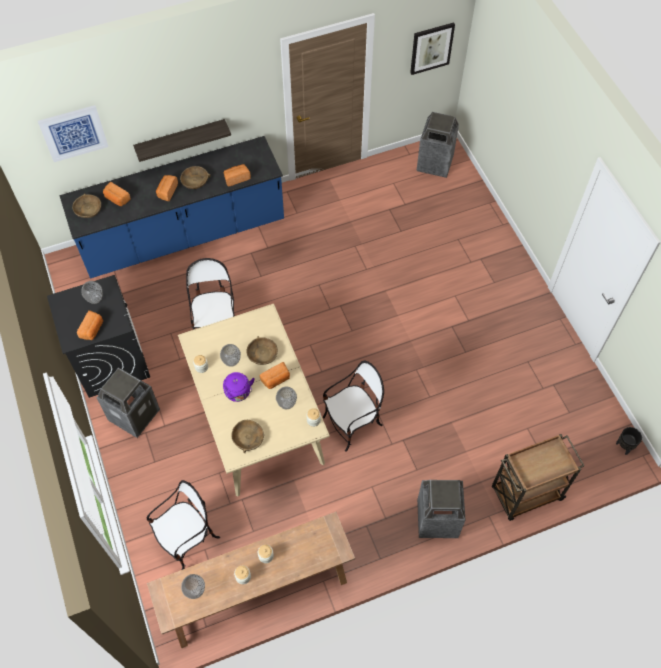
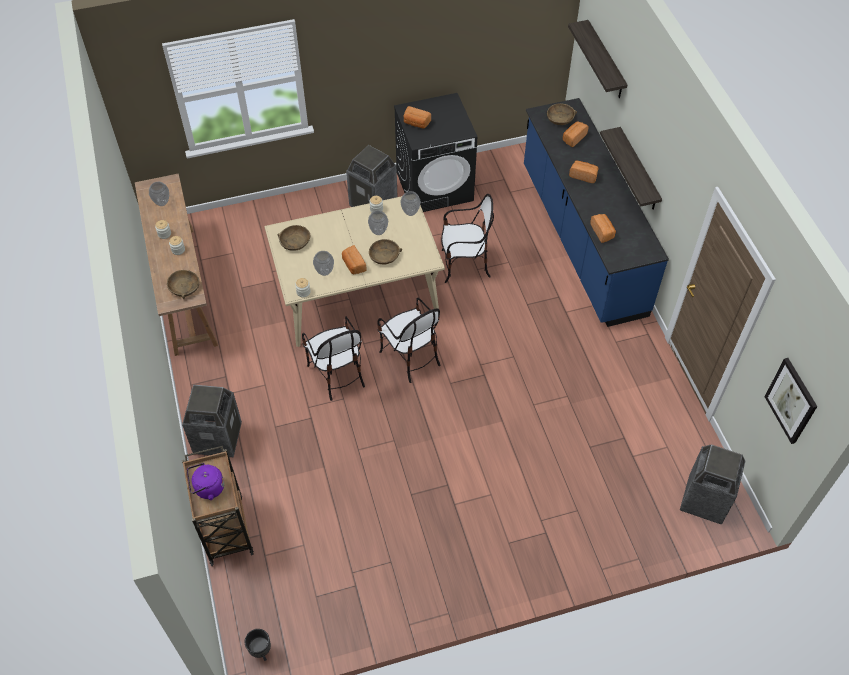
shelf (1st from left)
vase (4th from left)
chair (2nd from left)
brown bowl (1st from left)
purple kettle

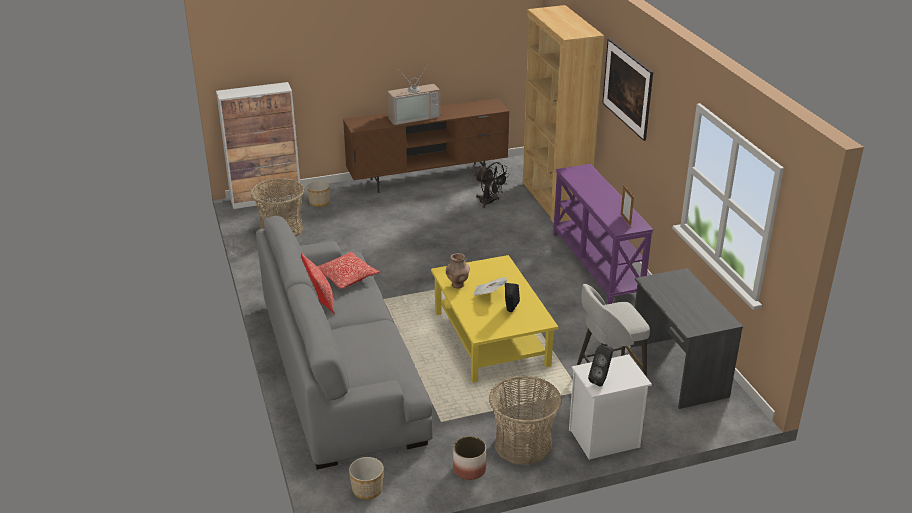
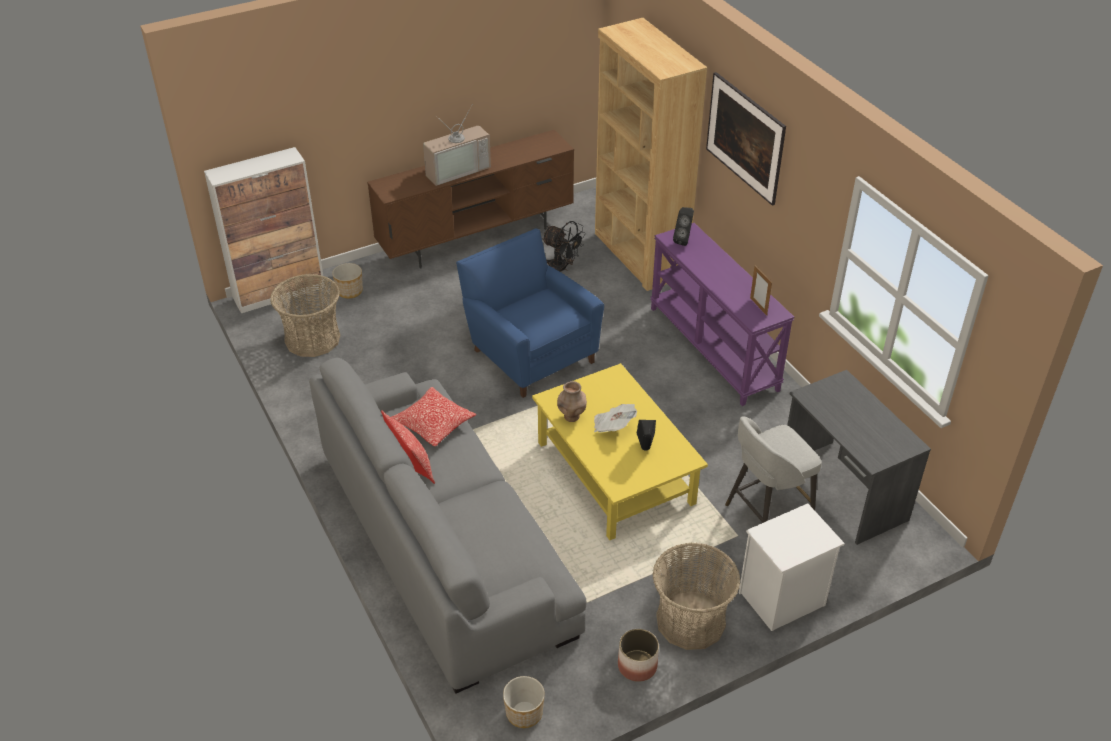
black speaker (2nd from left)
blue armchair

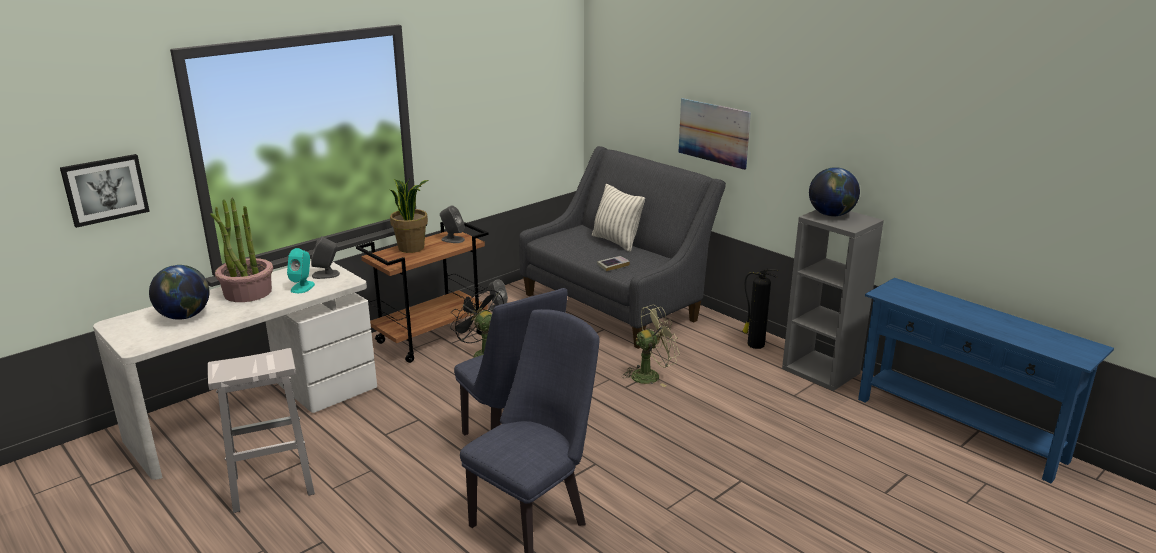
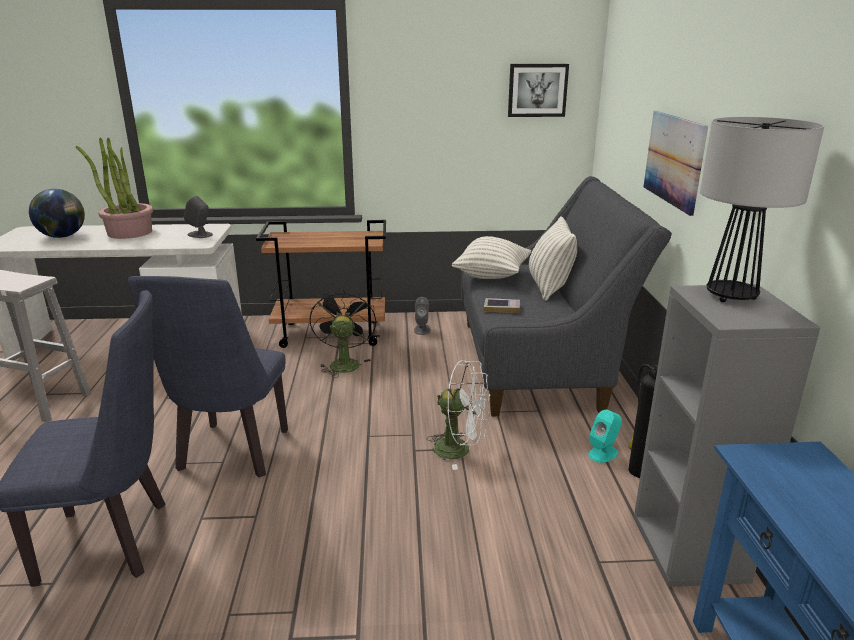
picture (1st from left)
turquoise speaker
potted plant (2nd from left in the first image)
grey speaker (2nd from left in the first image)
white fan
table lamp
pillow (1st from left)

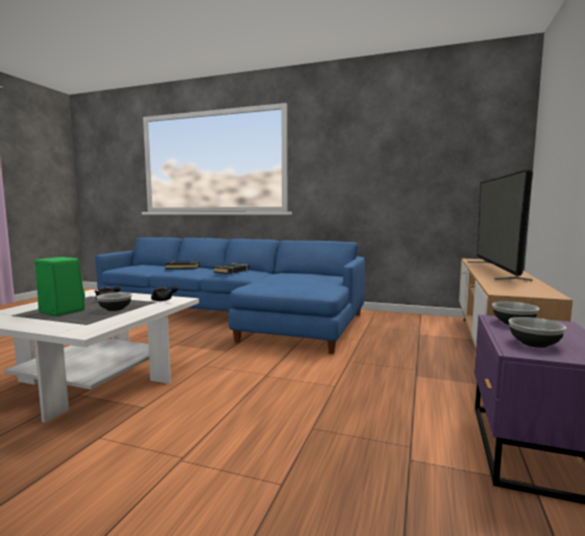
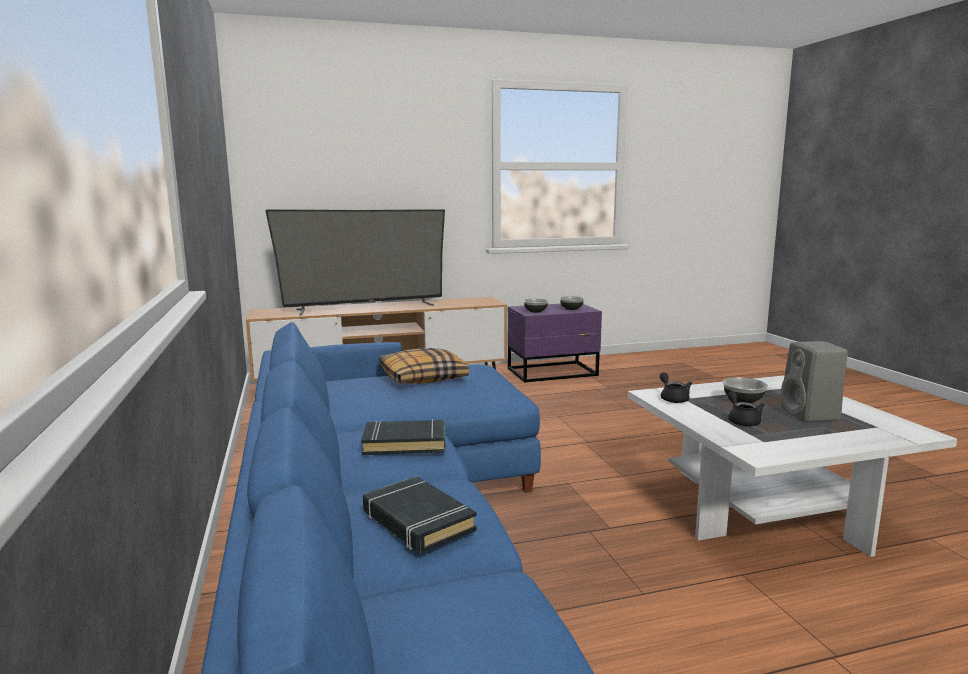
grey speaker
pillow

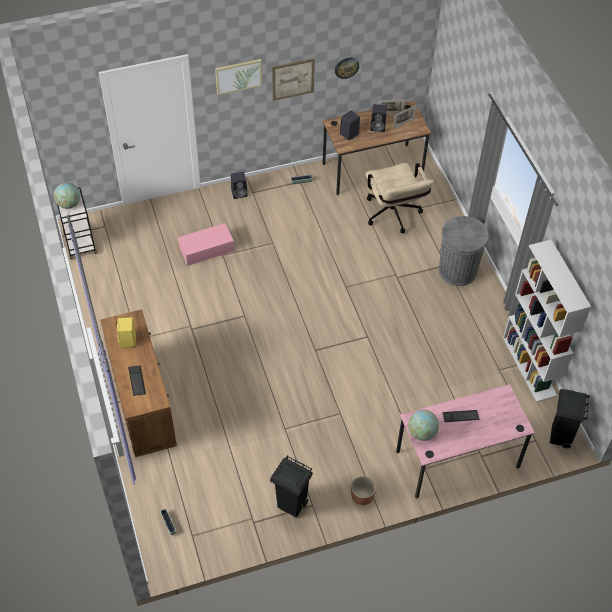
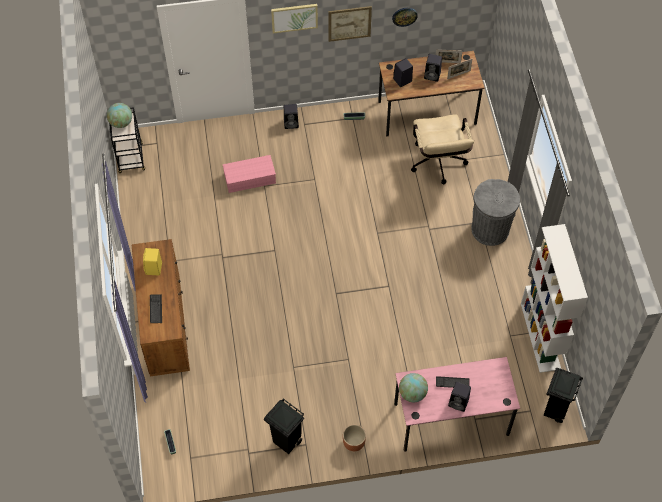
black speaker (4th from left)

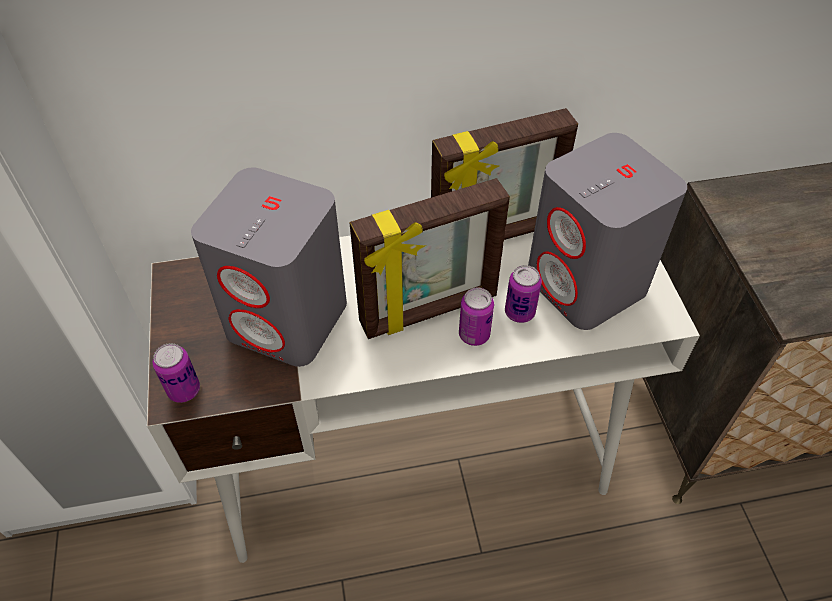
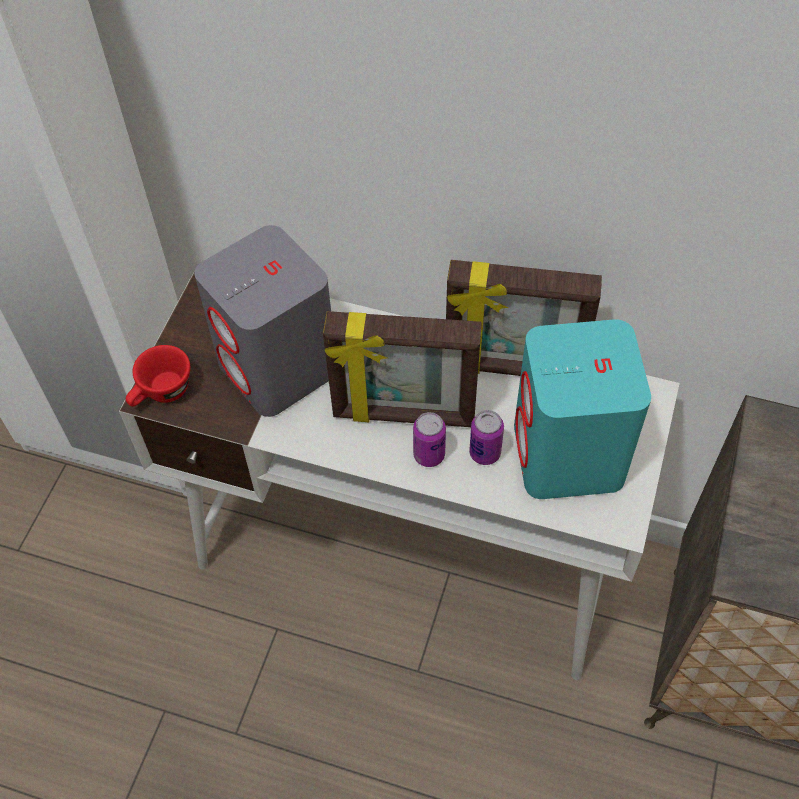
red cup
turquoise speaker

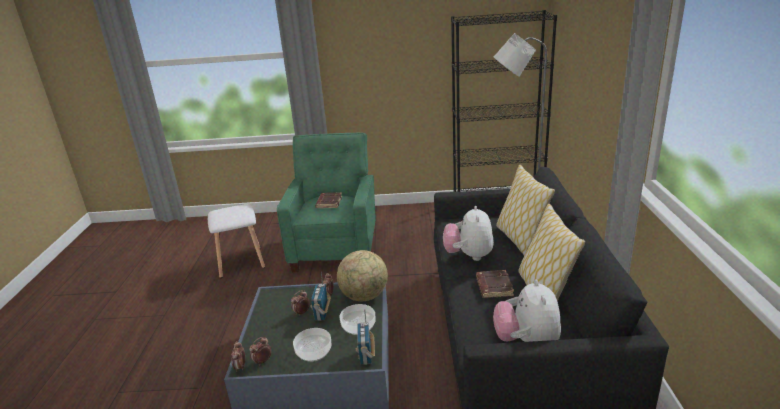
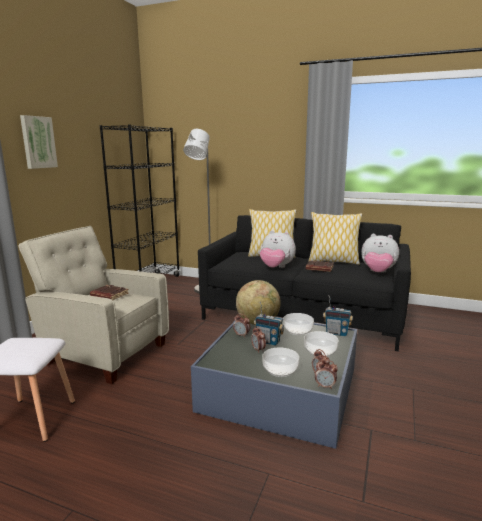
beige armchair
picture
bowl (1st from left)

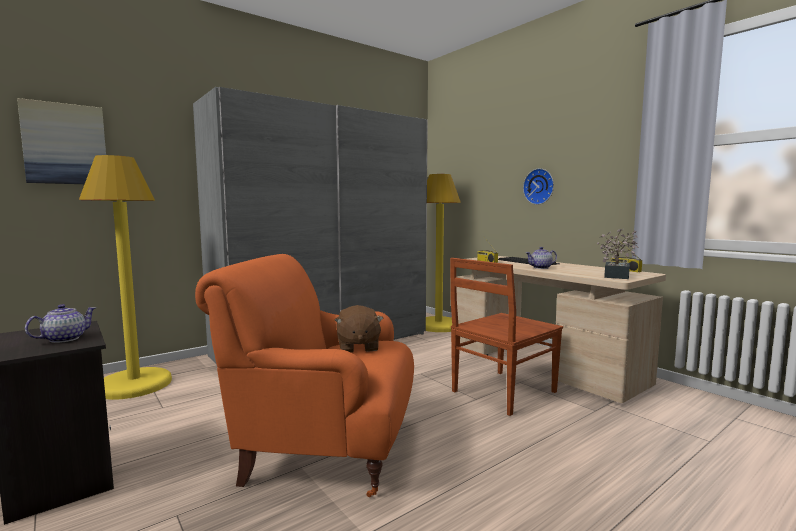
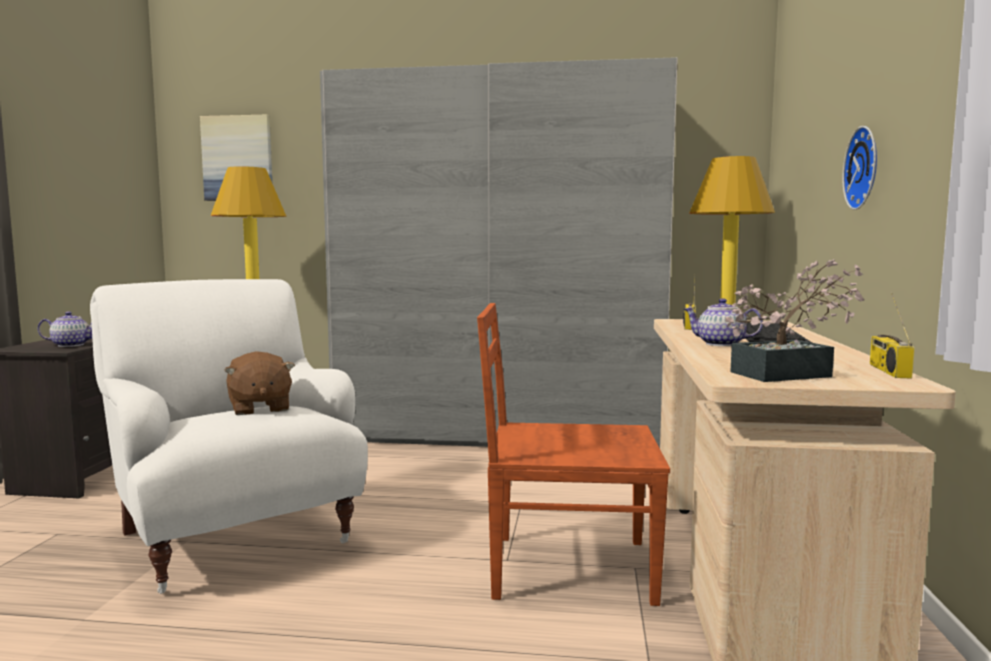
white armchair
brown plush toy

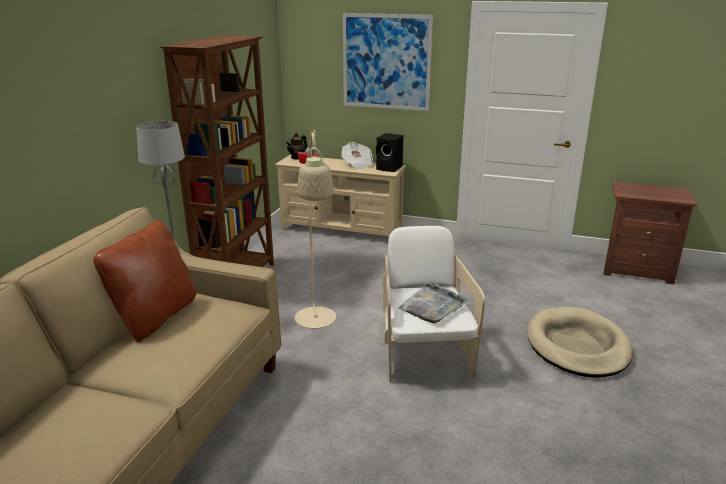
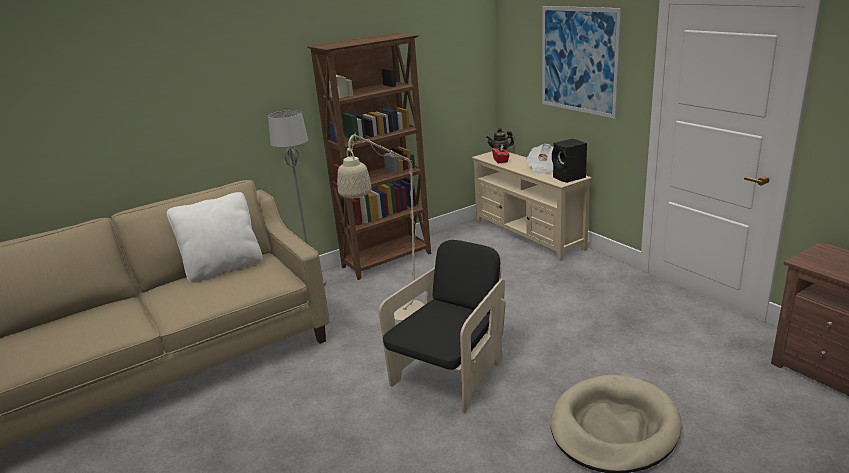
white pillow
black armchair
grey tray

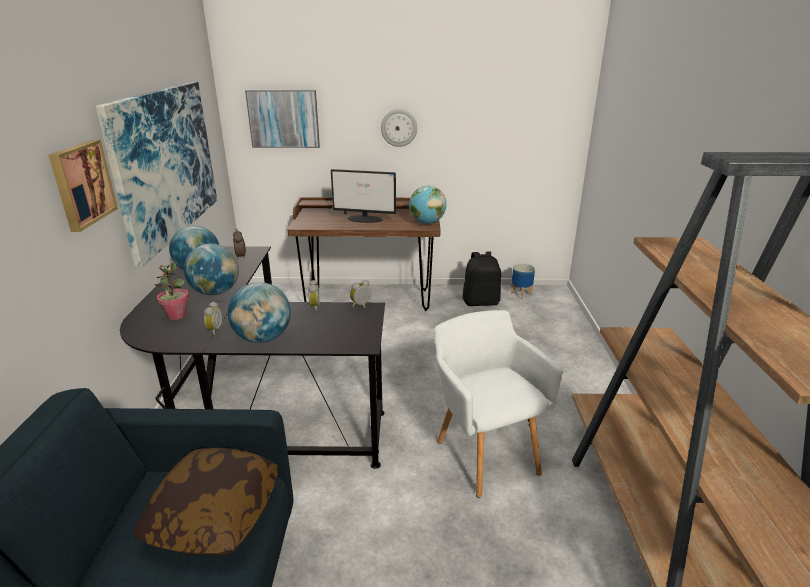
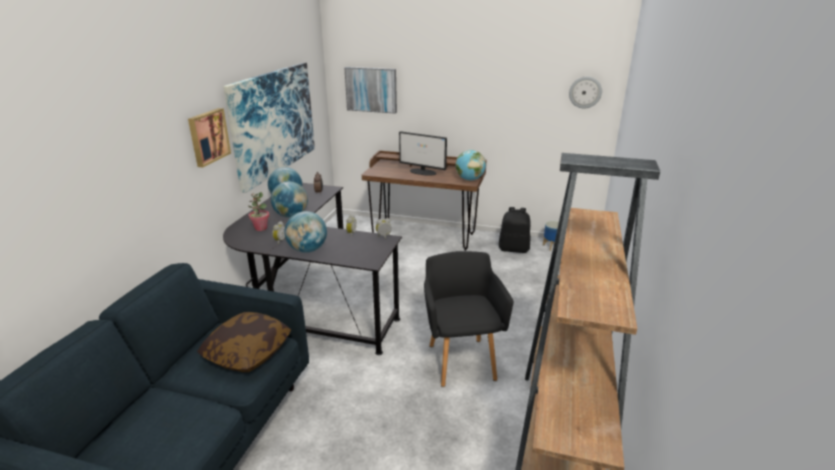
wall clock
black armchair

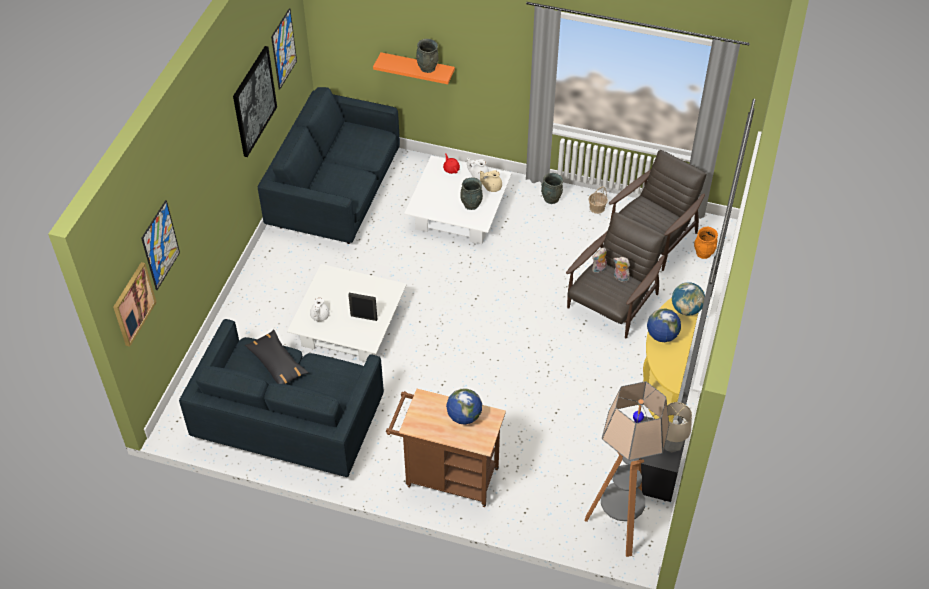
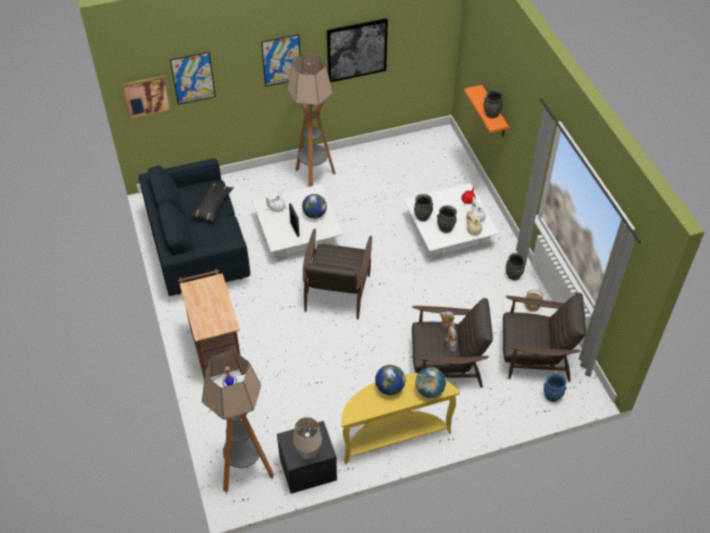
blue sofa (2nd from left in the first image)
picture (3rd from left)
globe (1st from left)
blue vase
floor lamp (2nd from left)
brown armchair (1st from left)
grey vase (1st from left)

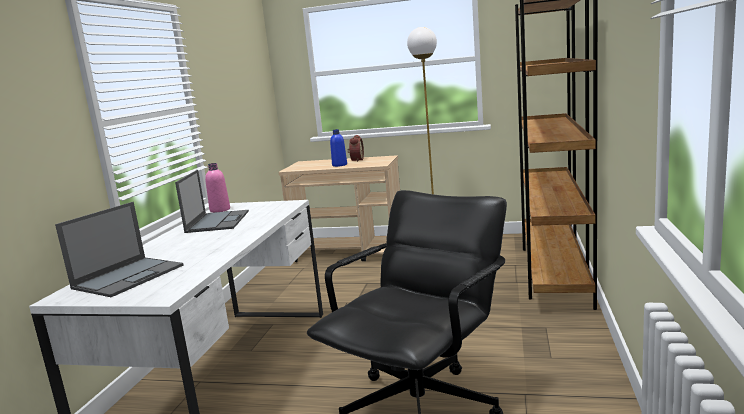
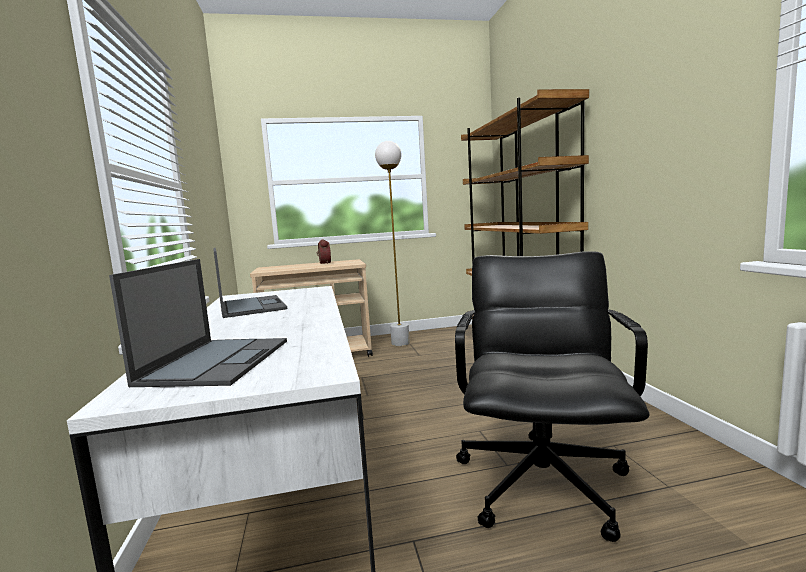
pink bottle
blue bottle

